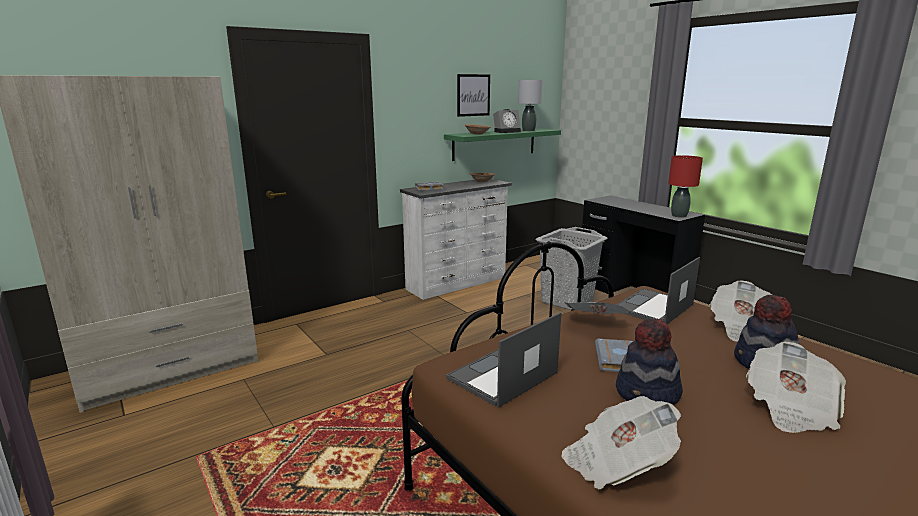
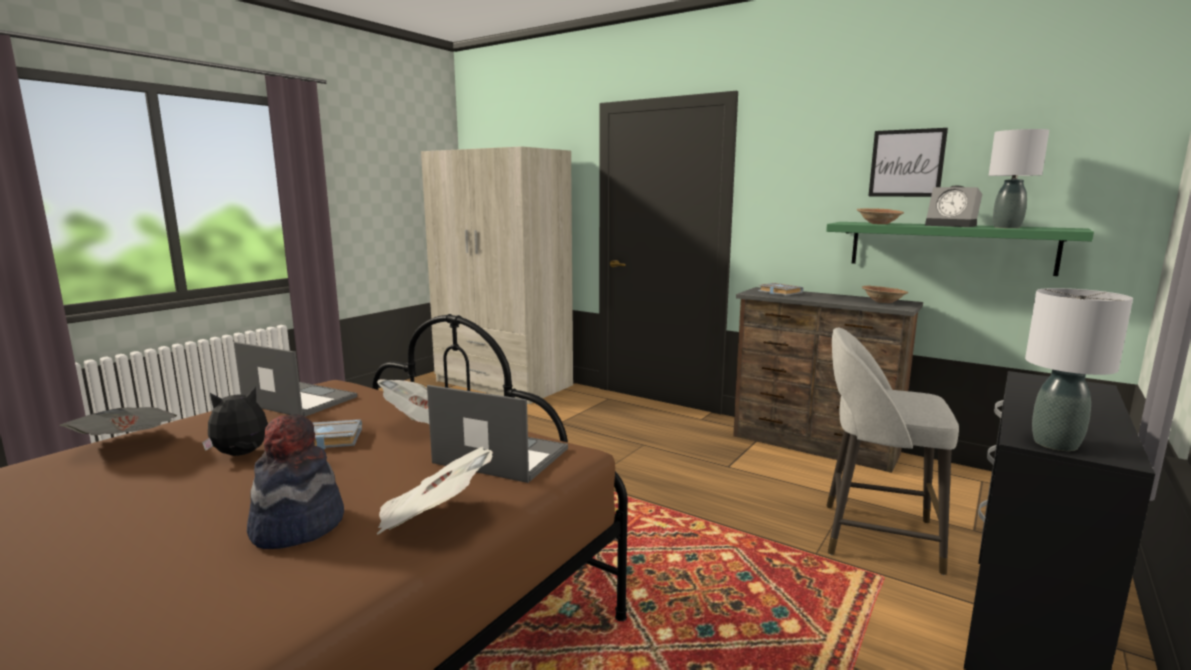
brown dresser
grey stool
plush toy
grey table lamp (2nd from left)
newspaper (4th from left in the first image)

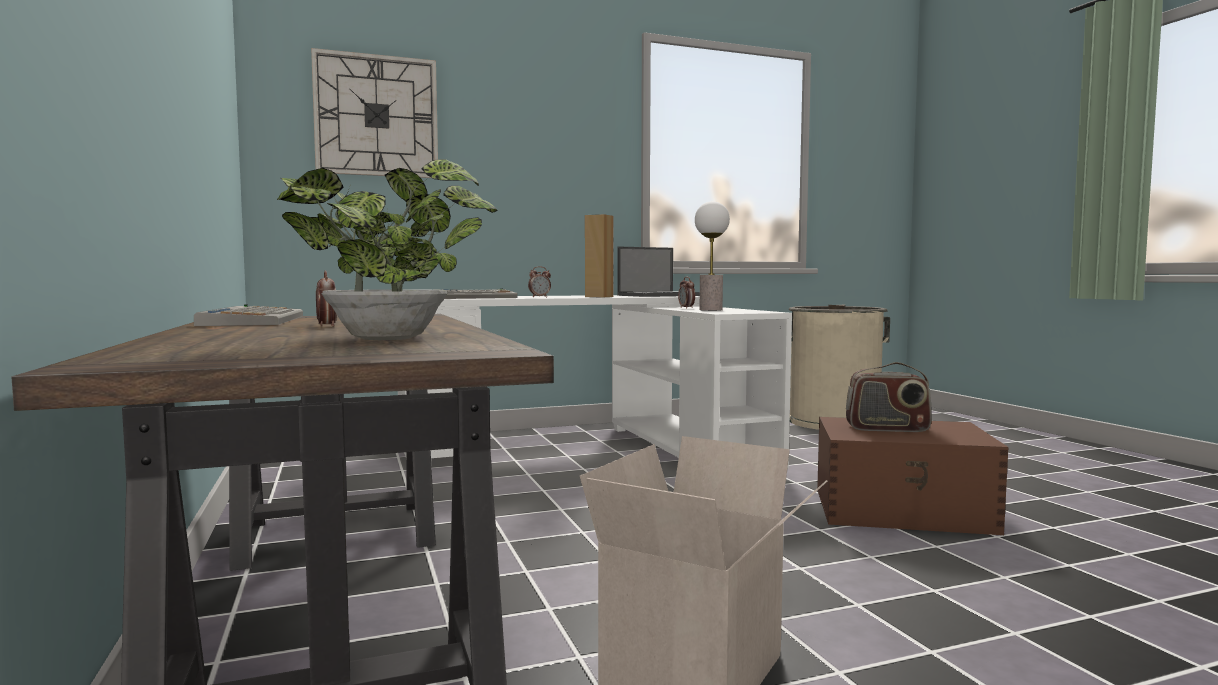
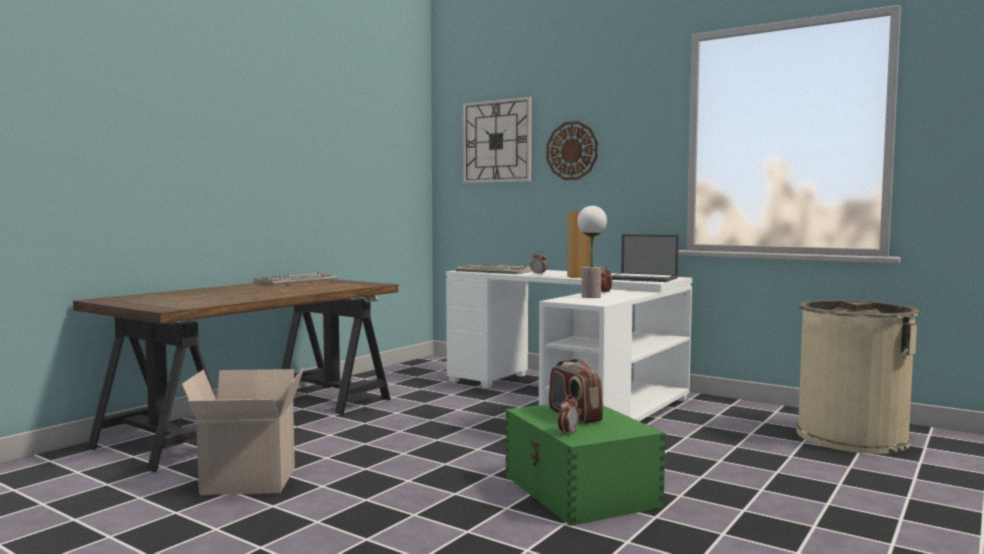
potted plant
alarm clock (2nd from left)
green storage box
wall clock (2nd from left)

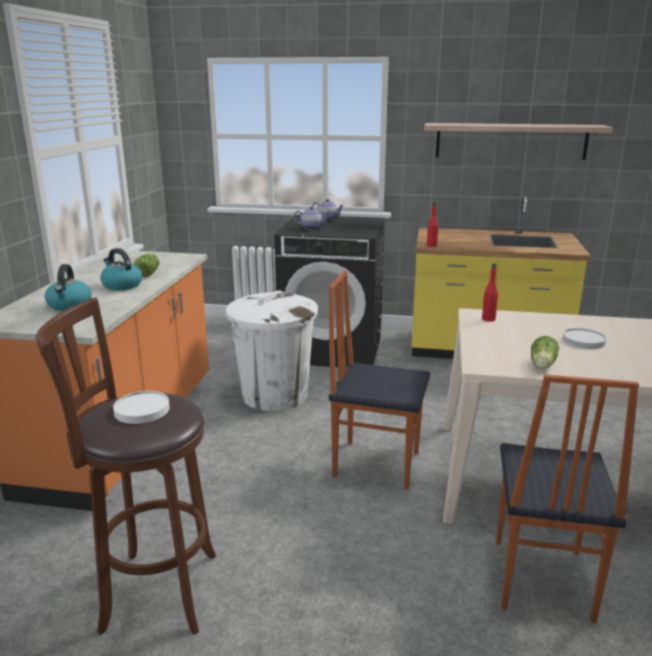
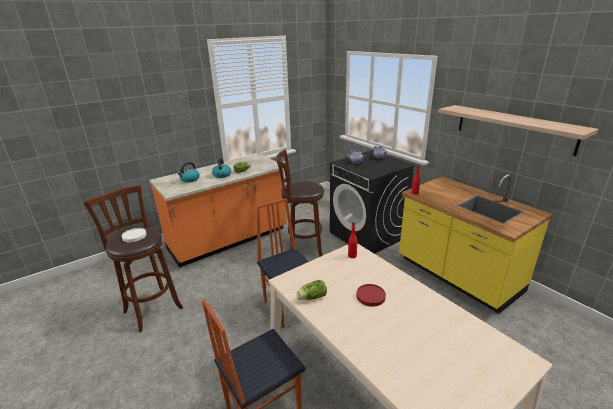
brown stool (2nd from left)
red plate

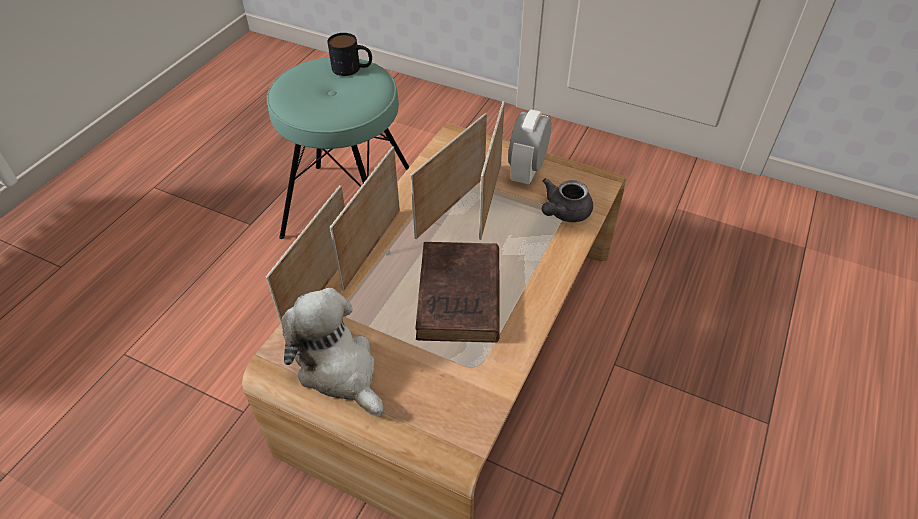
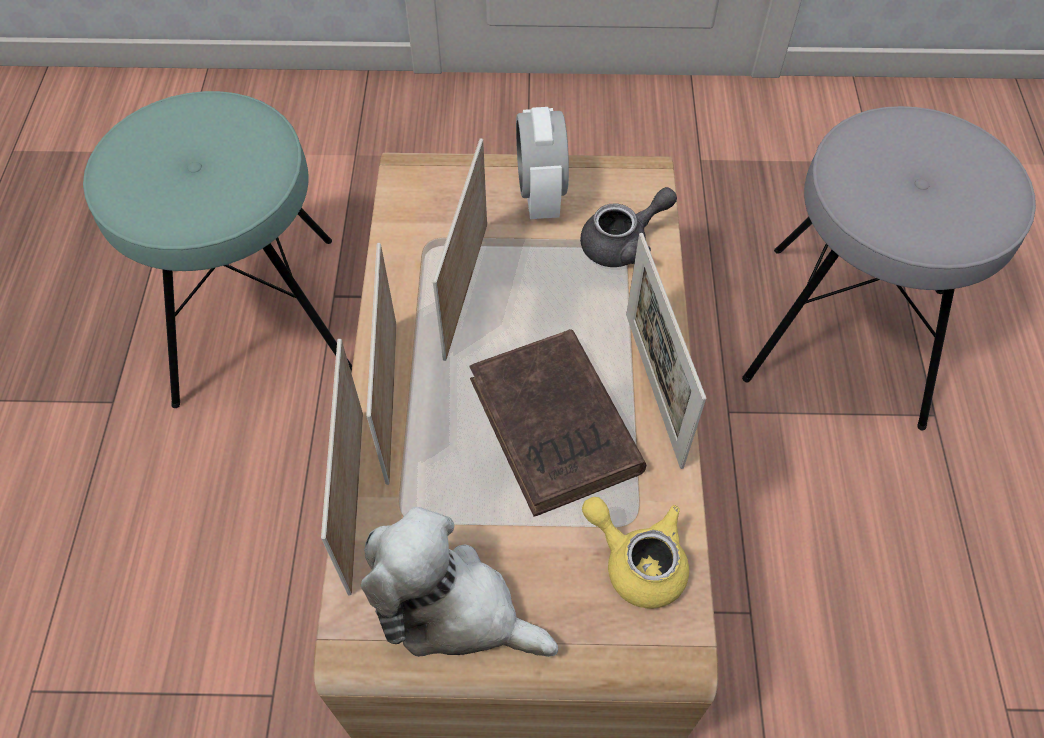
mug
picture frame (4th from left)
grey teapot
yellow teapot
grey stool

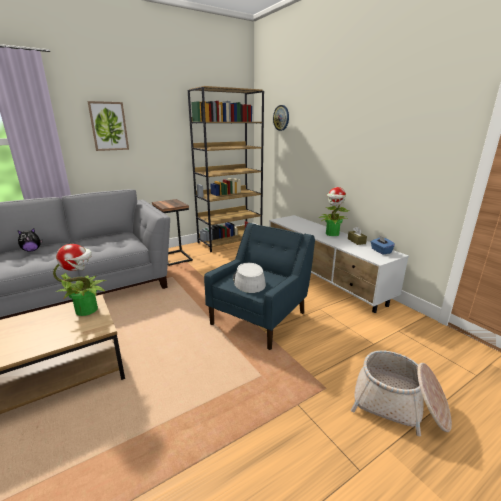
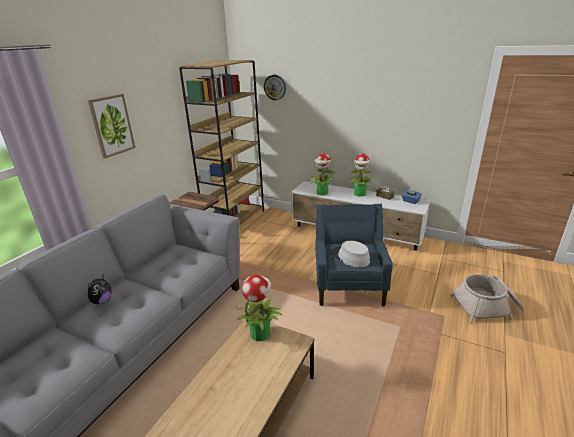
potted plant (2nd from left)

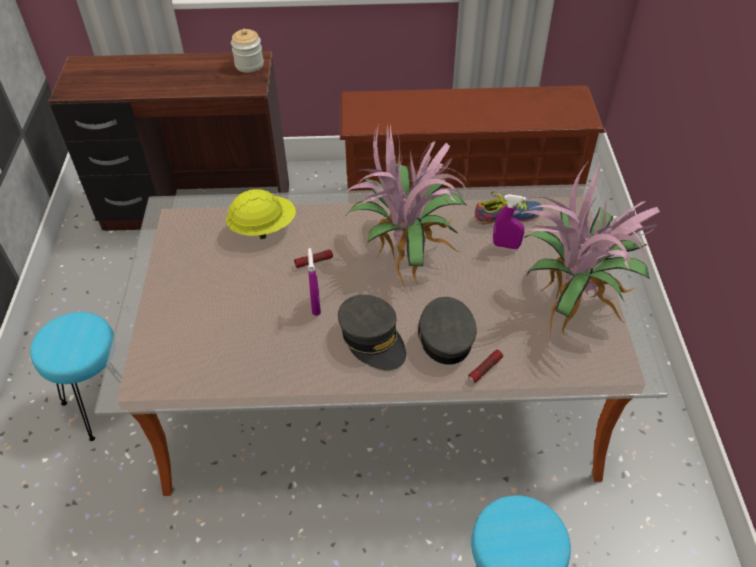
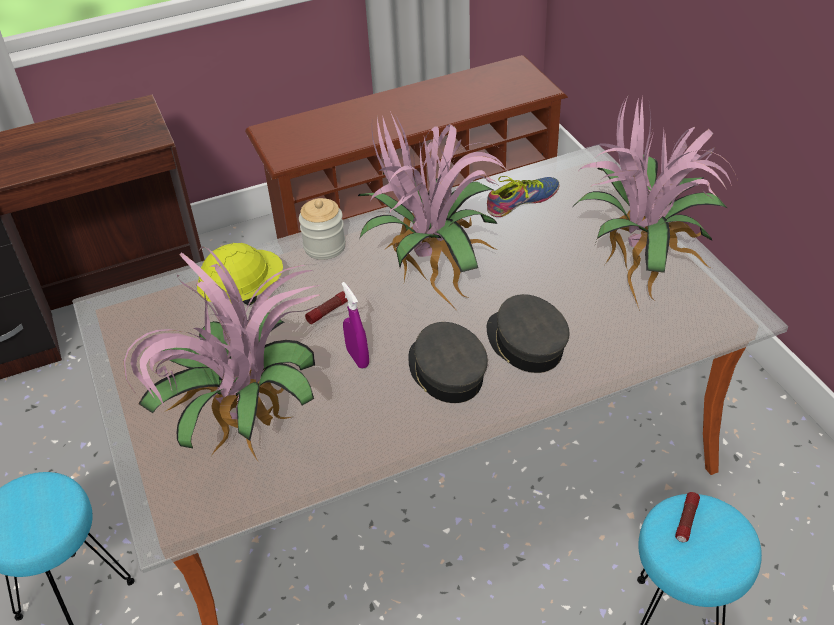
jar
grey cap (1st from left)
flashlight (2nd from left)
purple spray bottle (2nd from left in the first image)
potted plant (1st from left)

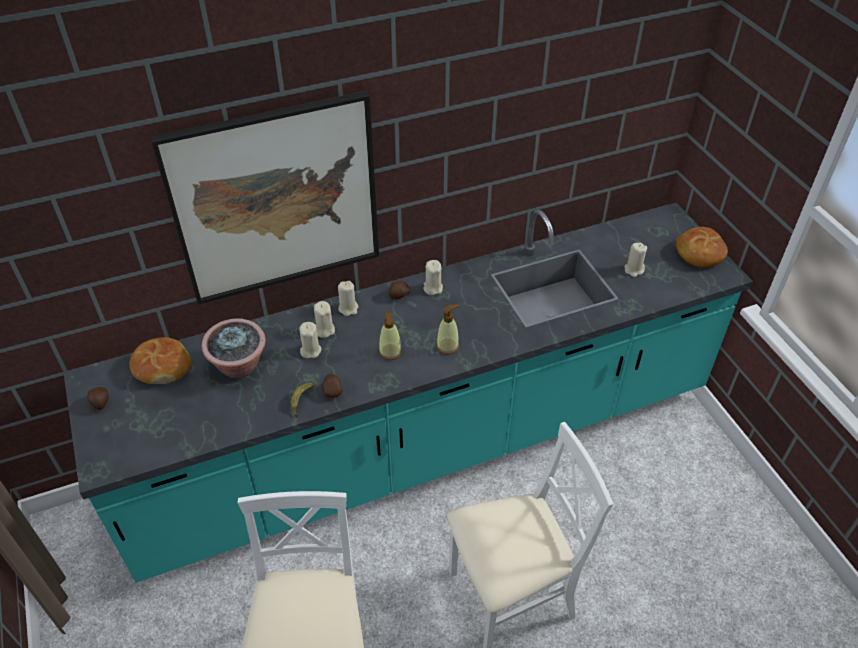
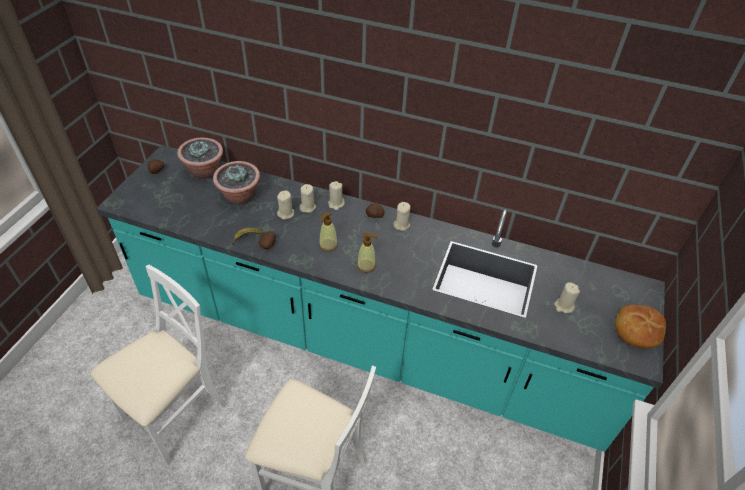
potted plant (1st from left)
picture

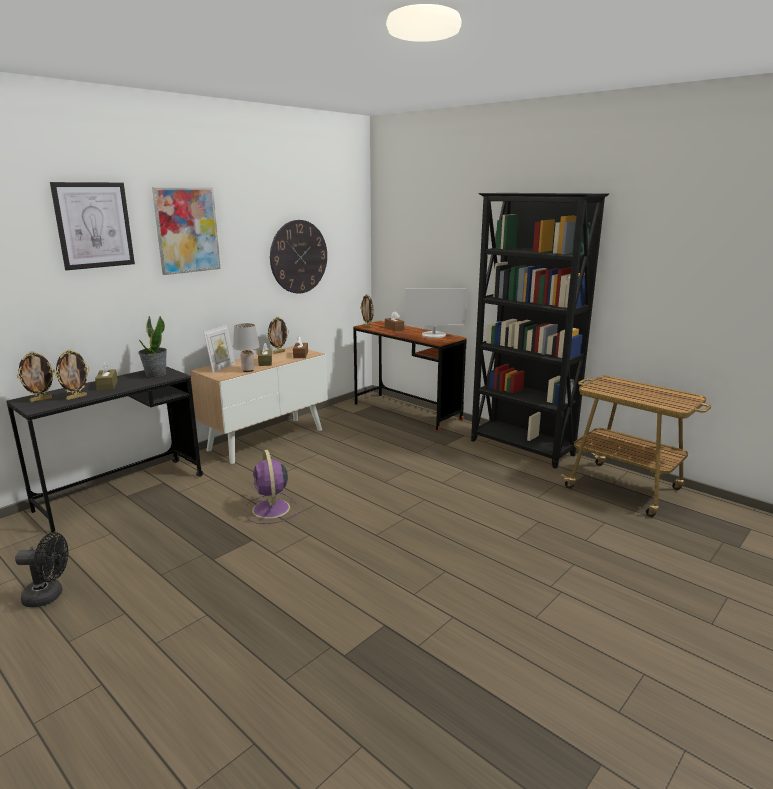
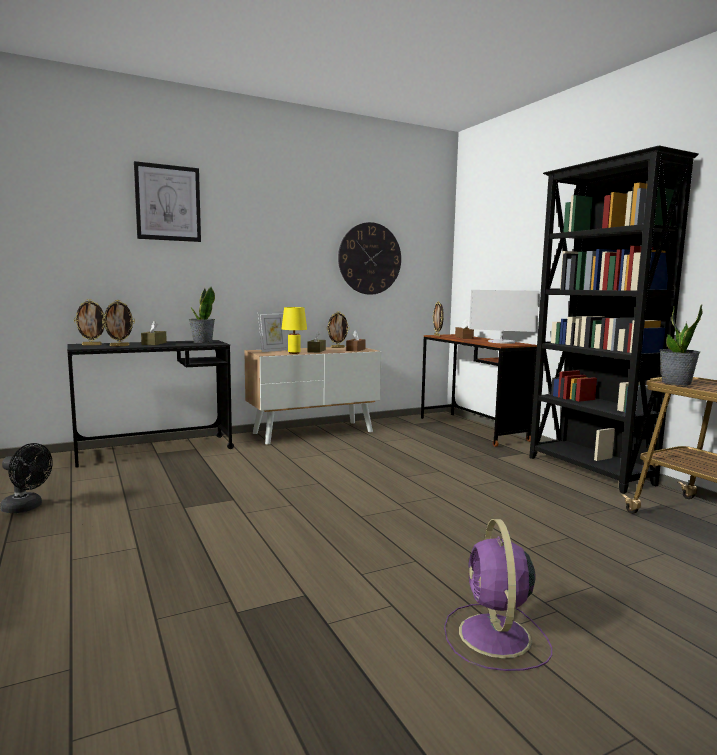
picture (2nd from left in the first image)
yellow table lamp
purple fan
potted plant (2nd from left)

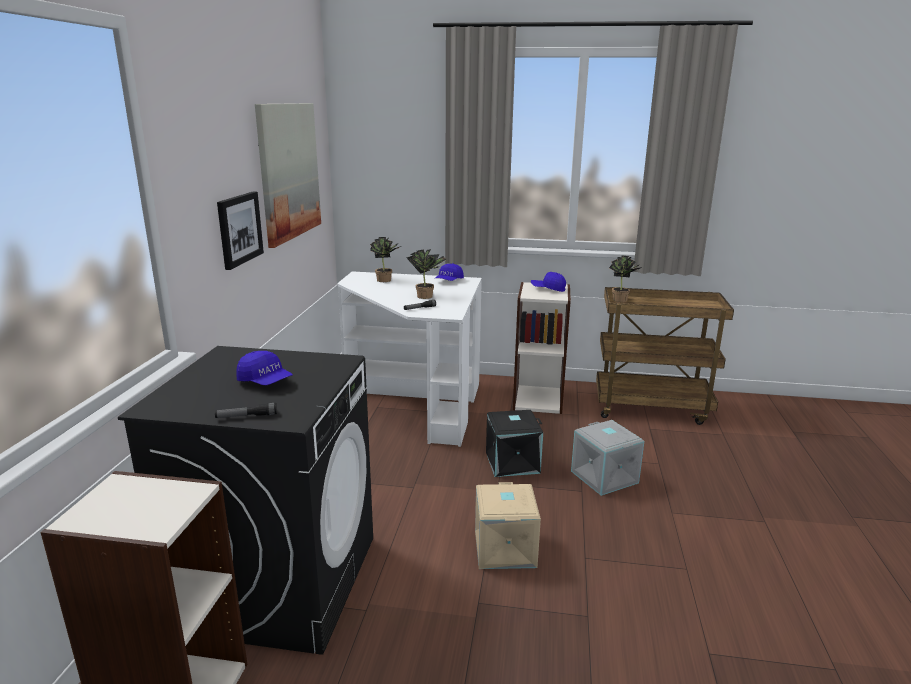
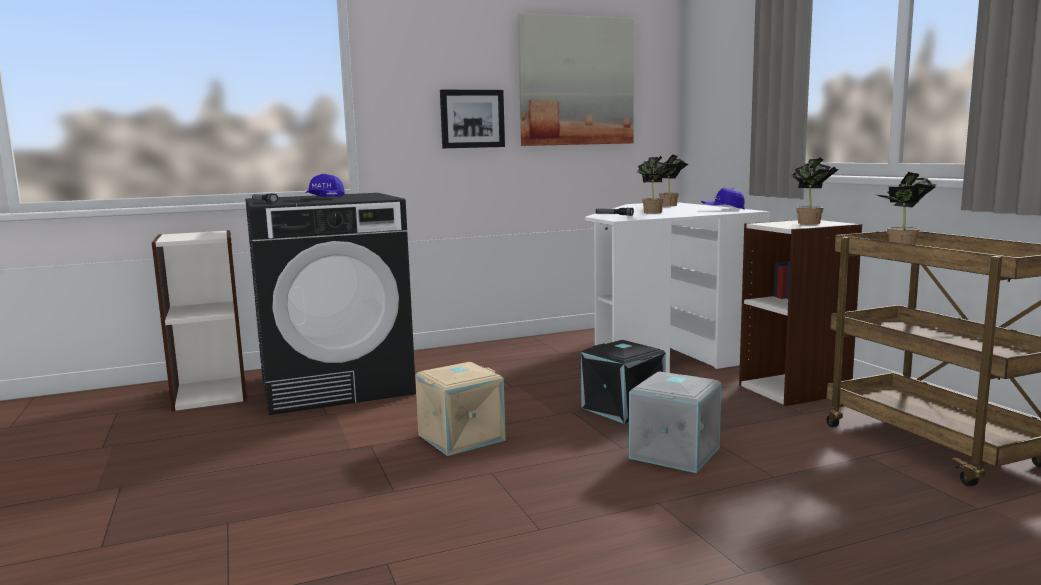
potted plant (3rd from left)

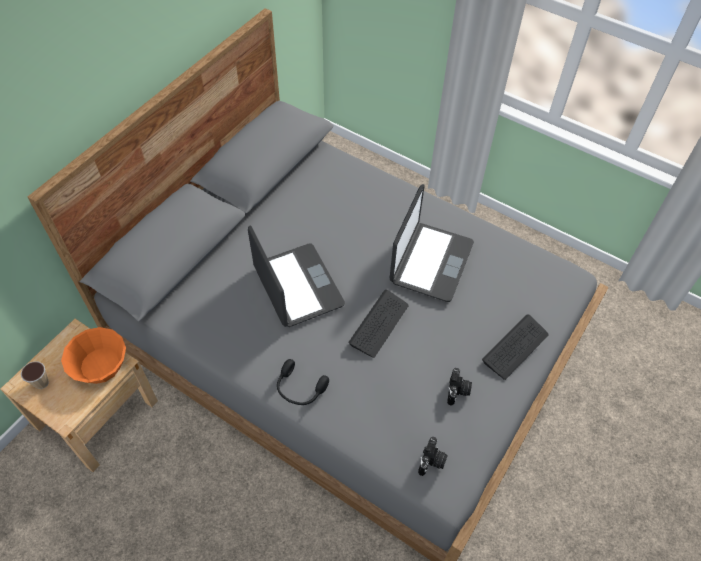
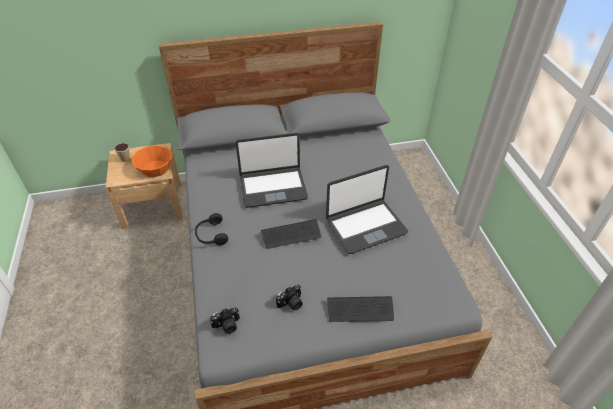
laptop (1st from left)

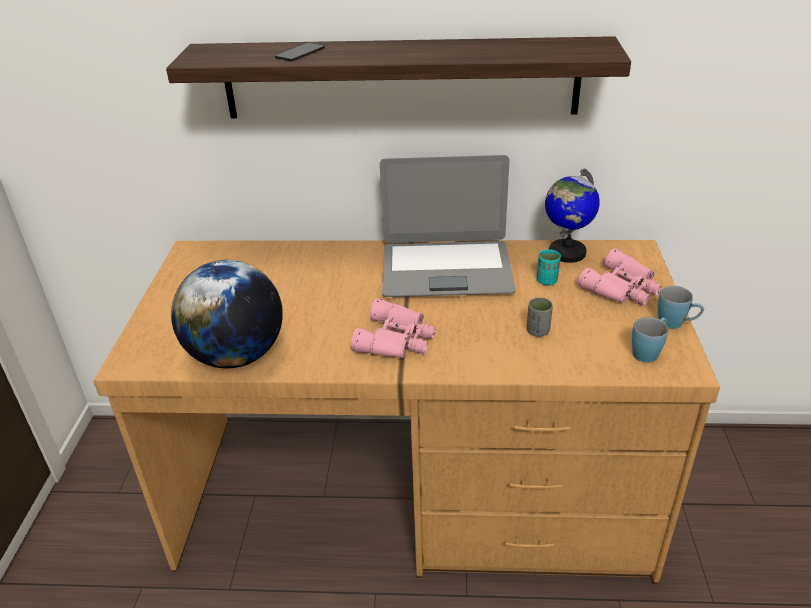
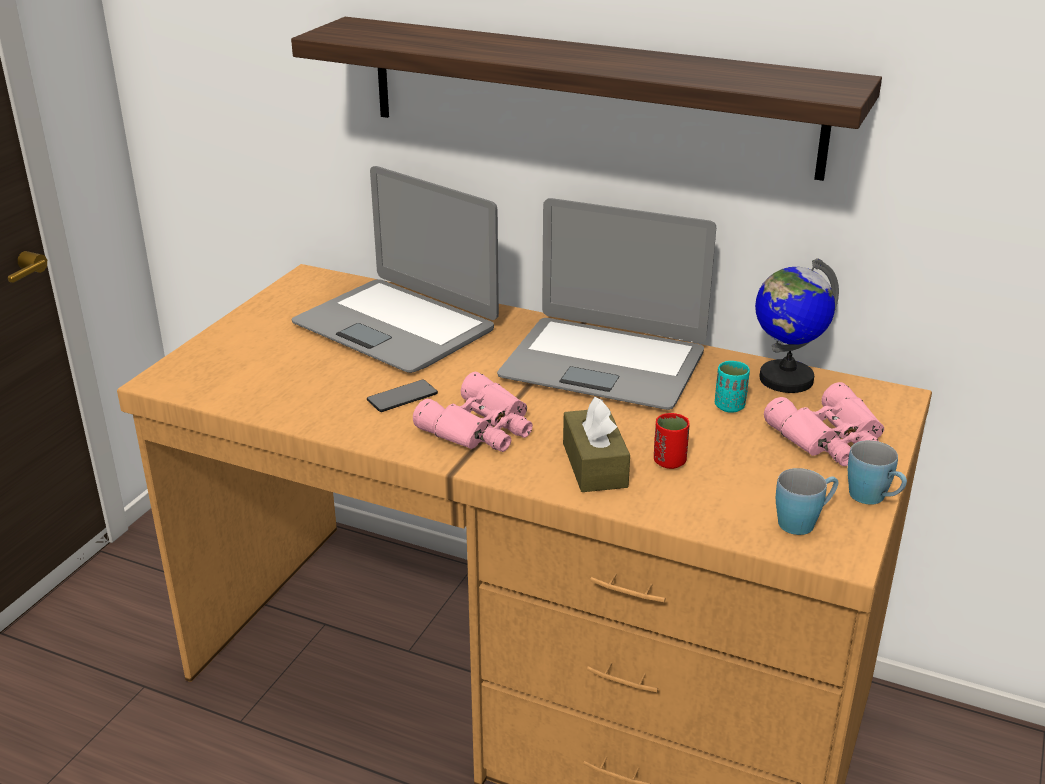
globe (1st from left in the first image)
phone
red cup
laptop (1st from left)
brown tissue box

